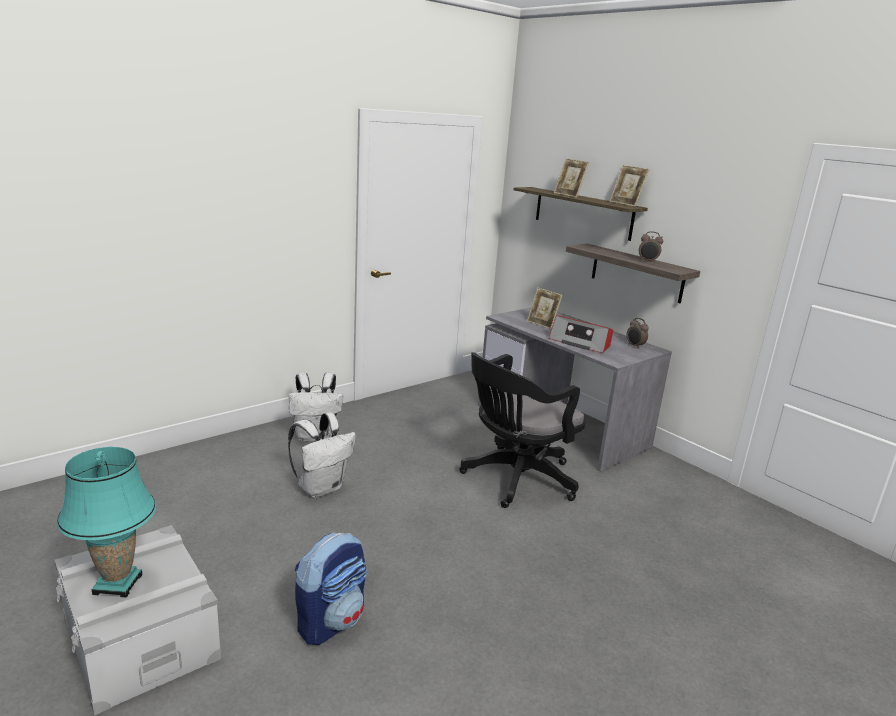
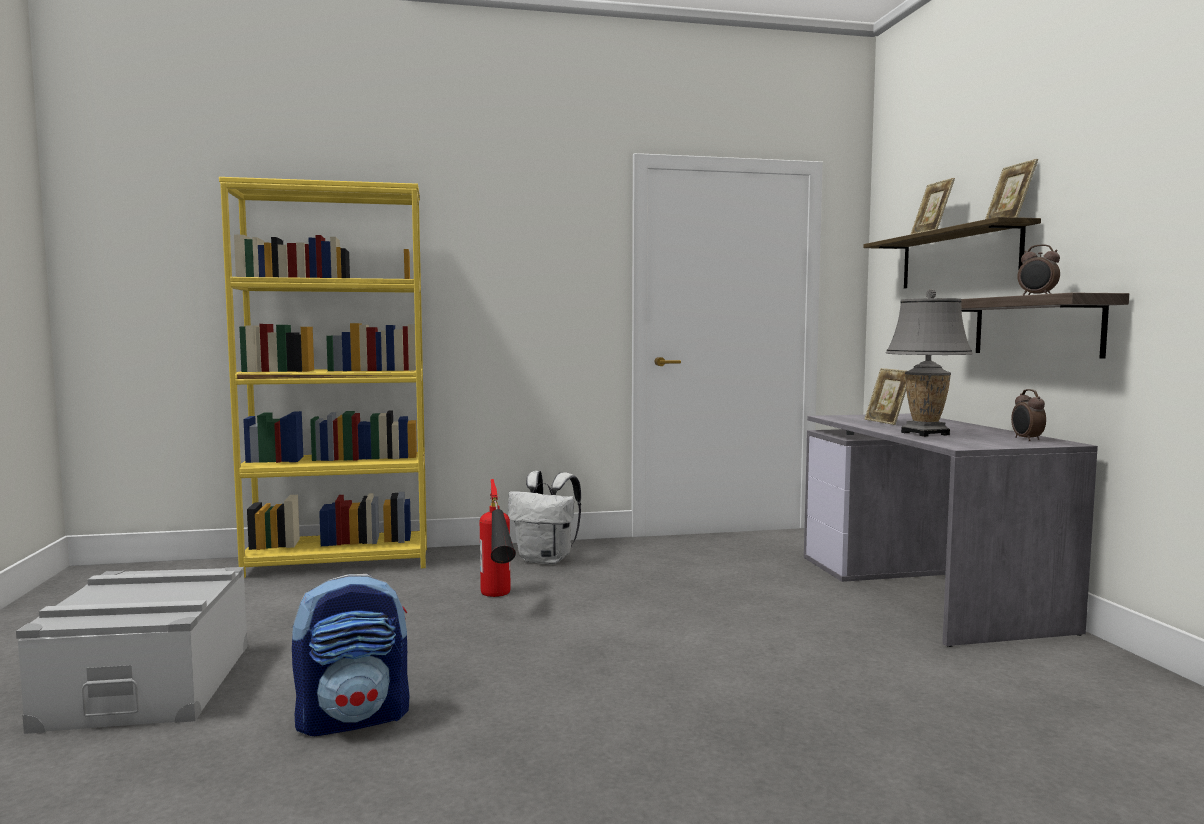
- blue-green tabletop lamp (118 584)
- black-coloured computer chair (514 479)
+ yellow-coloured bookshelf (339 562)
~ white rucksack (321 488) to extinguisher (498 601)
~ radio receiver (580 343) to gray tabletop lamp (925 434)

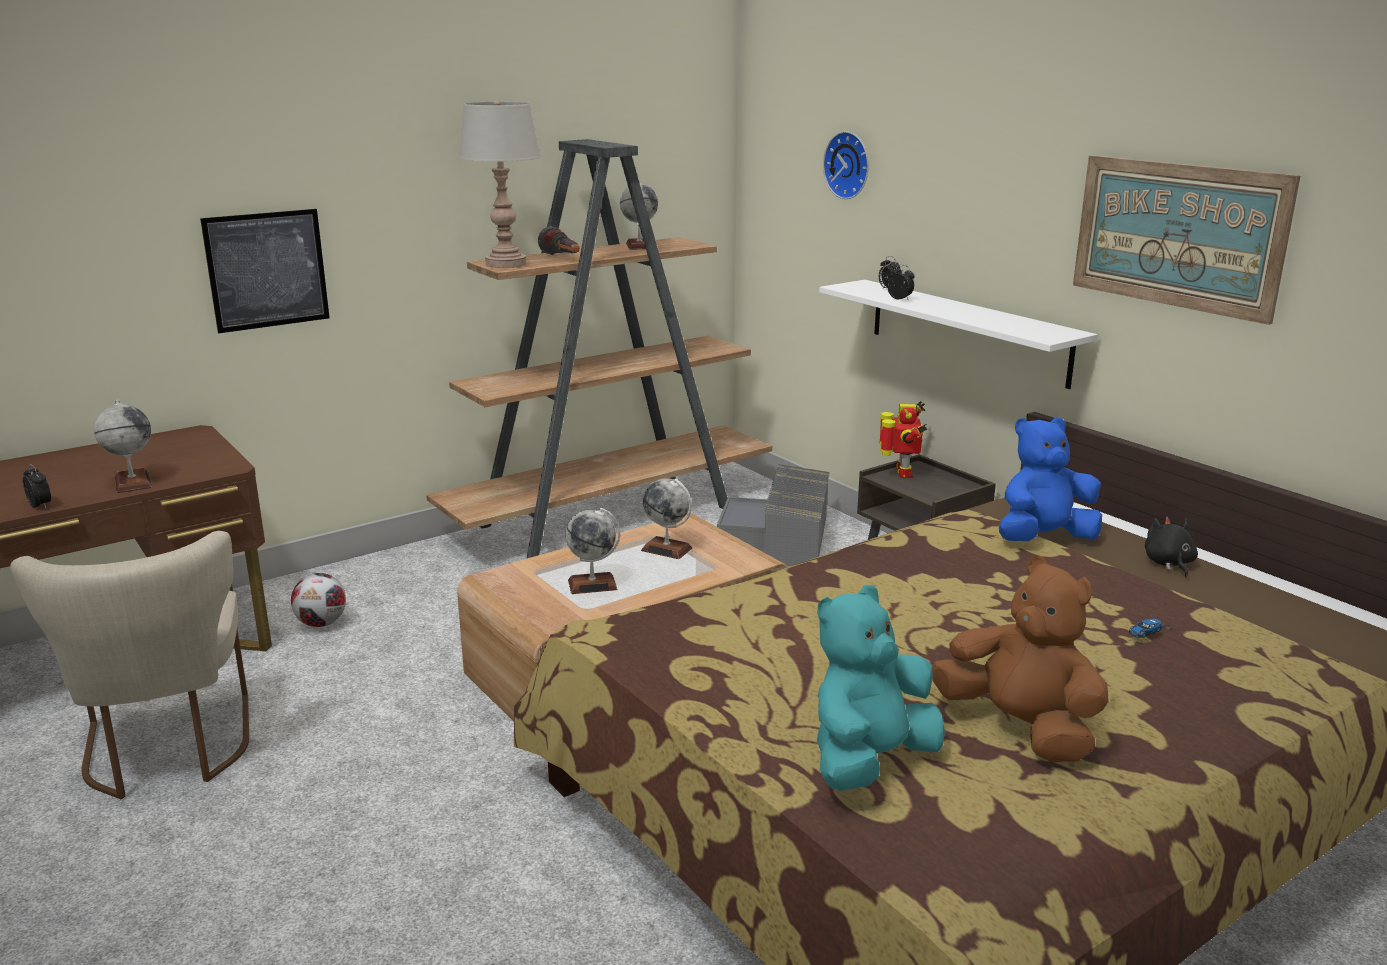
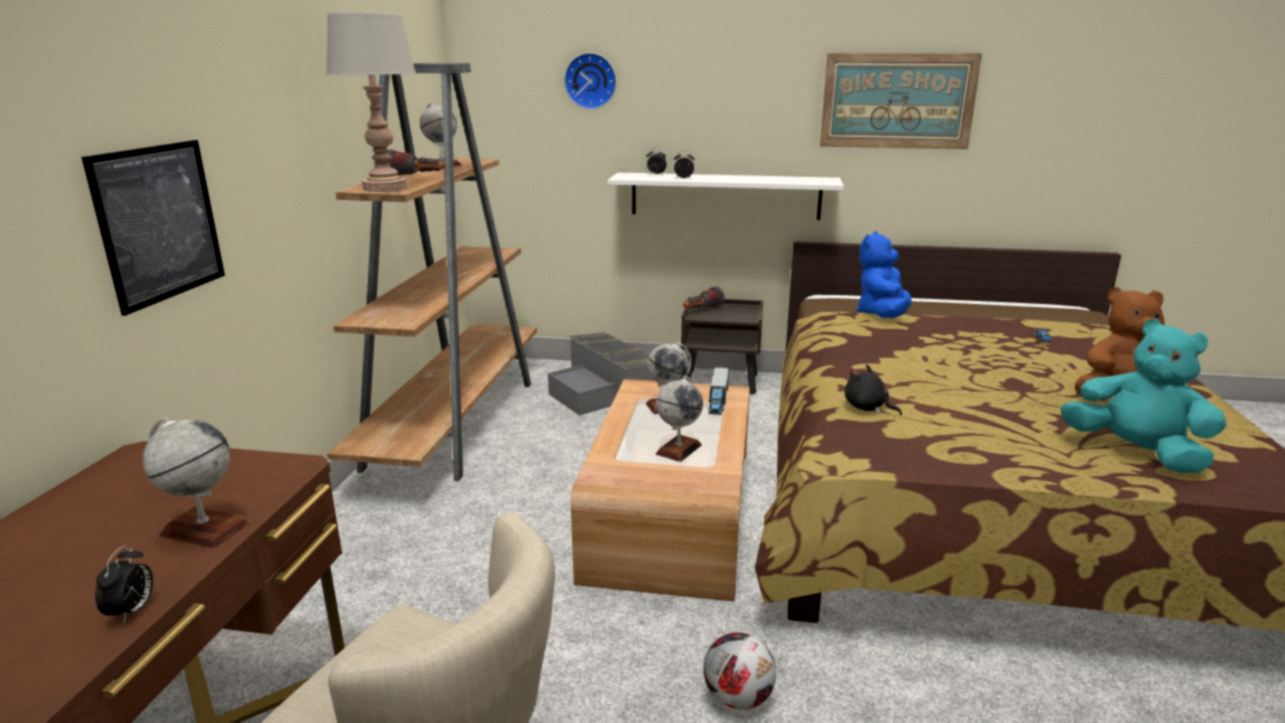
+ model truck (718 400)
~ football ball (322 623) to (738 697)
~ black-coloured plush toy (1168 564) to (867 408)
~ toy robot (902 473) to torch (701 311)
~ table clock (41 506) = (132 611) 90 degrees clockwise
~ blue-green plush toy (869 761) = (1135 452) 135 degrees clockwise

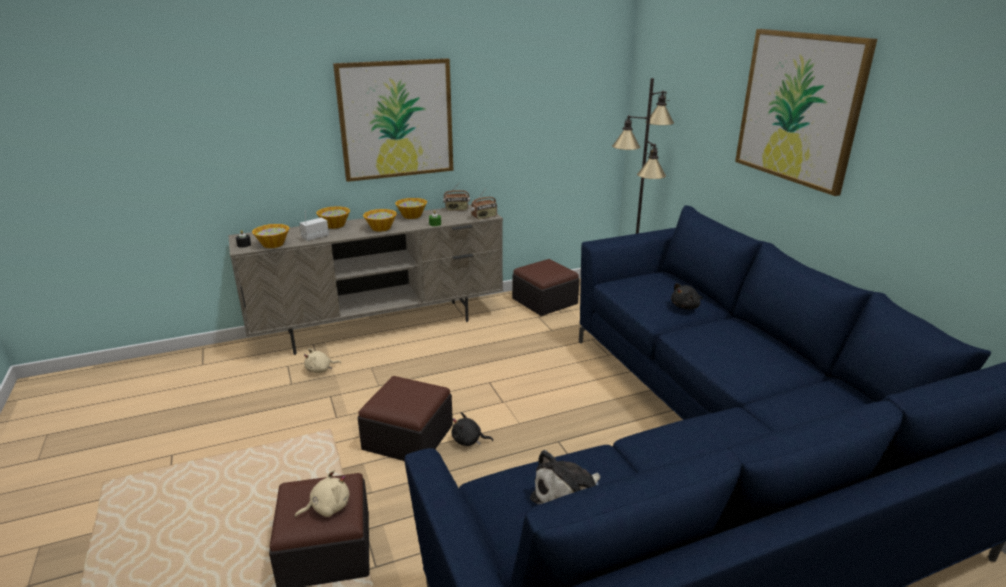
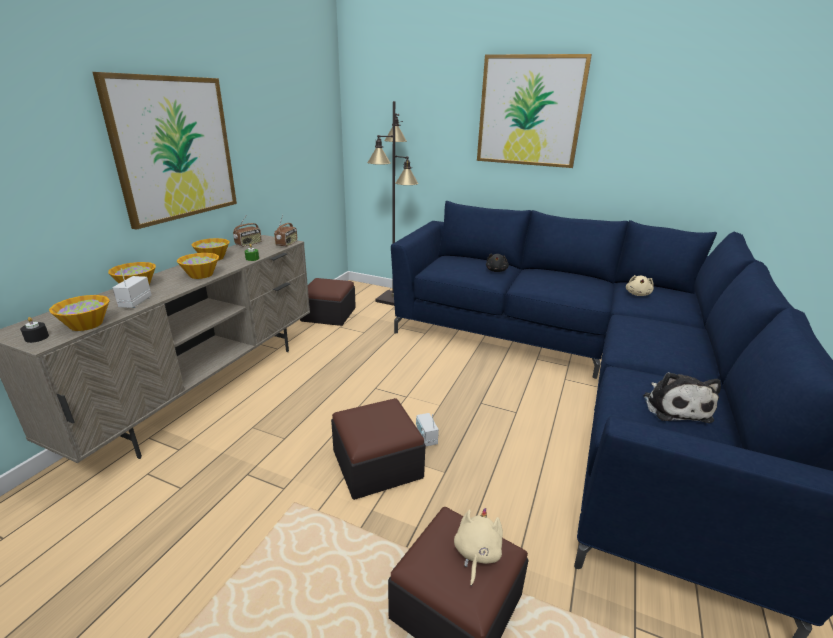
~ sand-coloured plush toy (320 370) to (638 294)
~ black-coloured plush toy (468 441) to radio receiver (426 437)

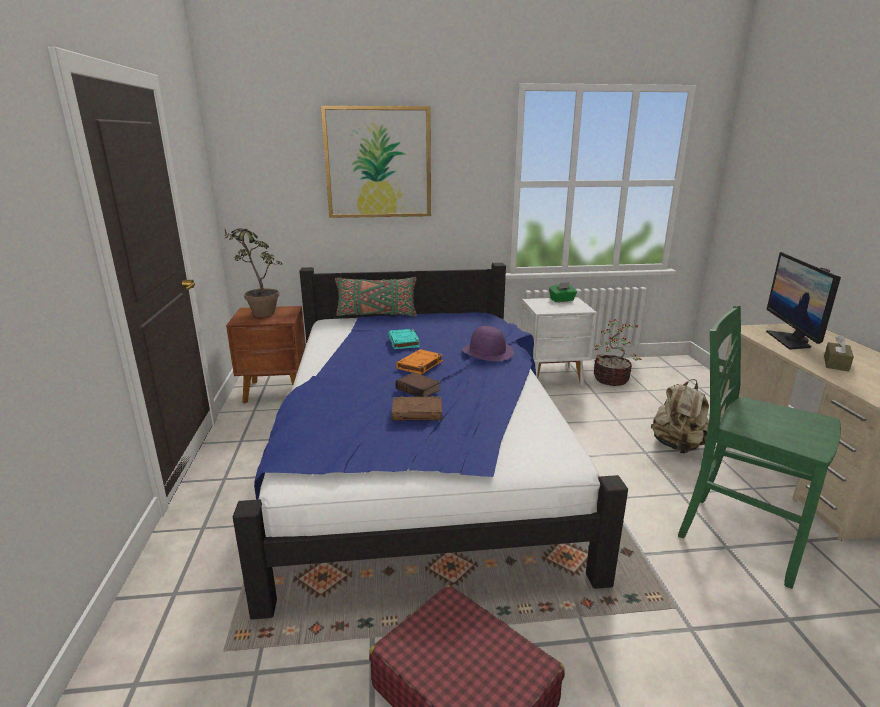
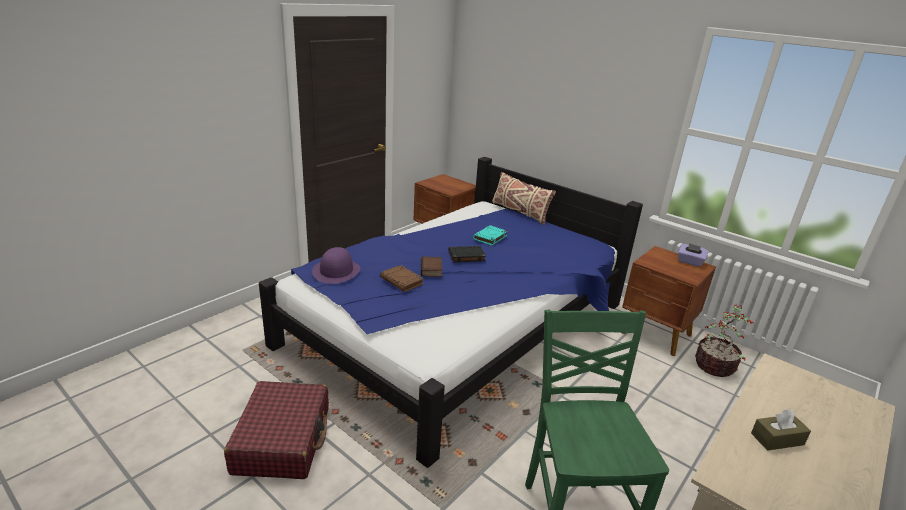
- plant in a pot (259 312)
- wall picture (378 163)
- sand-coloured rucksack (677 446)
- computer screen (791 340)
~ purple-coloured clothing hat (488 351) to (336 271)
~ greenish throw pillow (376 314) to sand-coloured throw pillow (519 212)
~ orangey volume (419 365) to black-coloured volume (466 256)
~ white bedside table (552 378) to brown-coloured bedside table (656 335)
~ greenish tissue box (562 300) to purple-coloured tissue box (690 262)

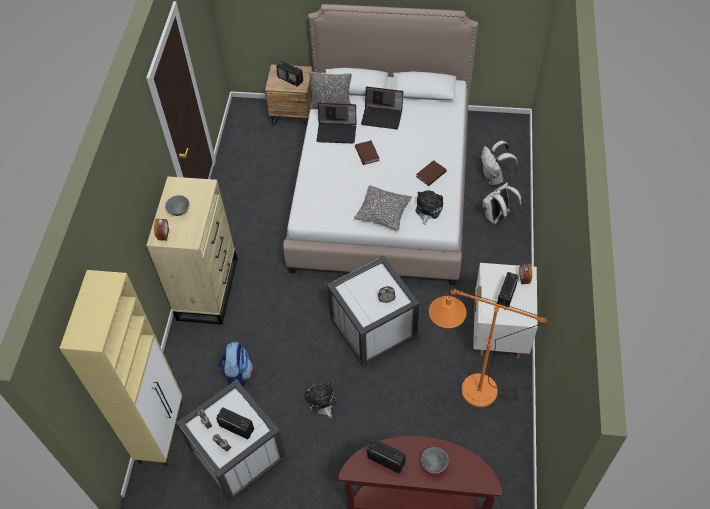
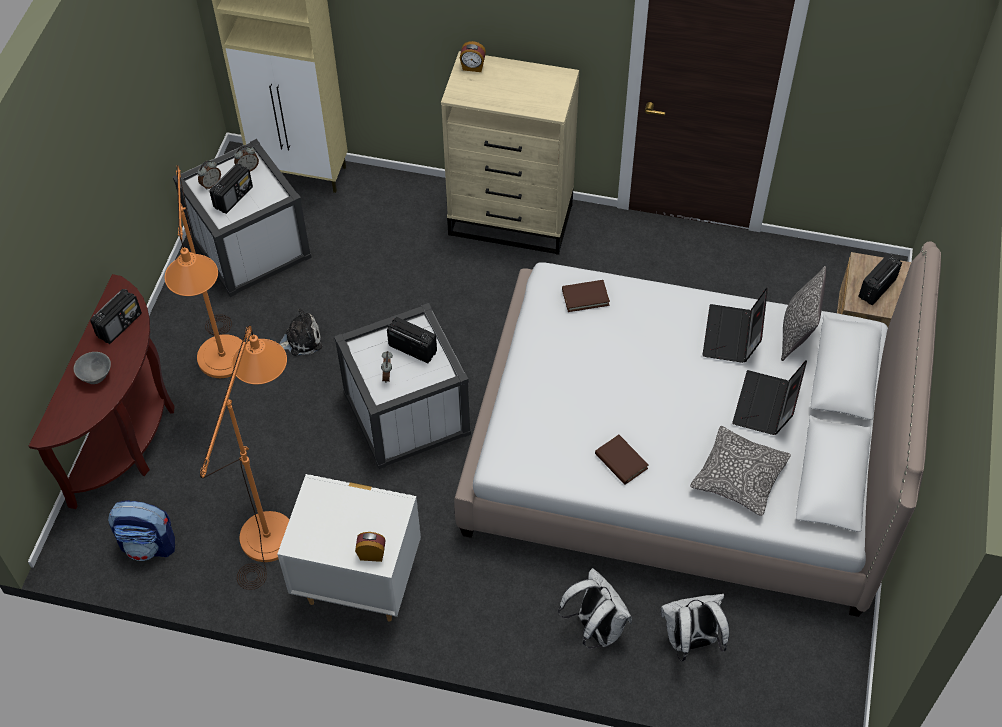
- gray bowl (179 211)
- plush toy (428 209)
+ orangey standing lamp (224 369)
~ rucksack (237 374) to (149 544)
~ throw pillow (383 212) to (739 477)
~ brown-coloured volume (367 154) to (585 297)
~ radio receiver (506 296) to (412 348)

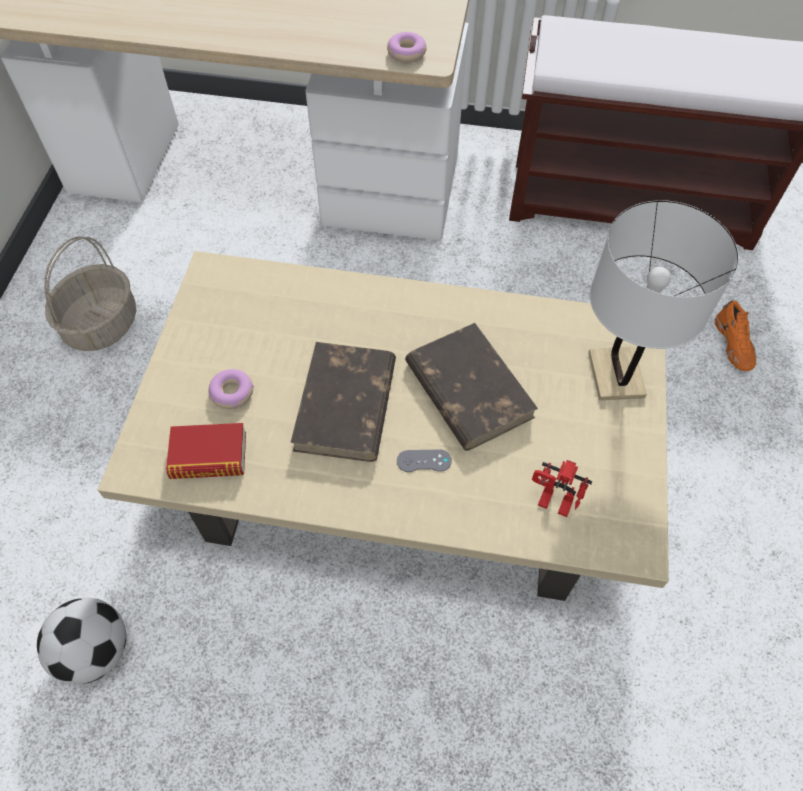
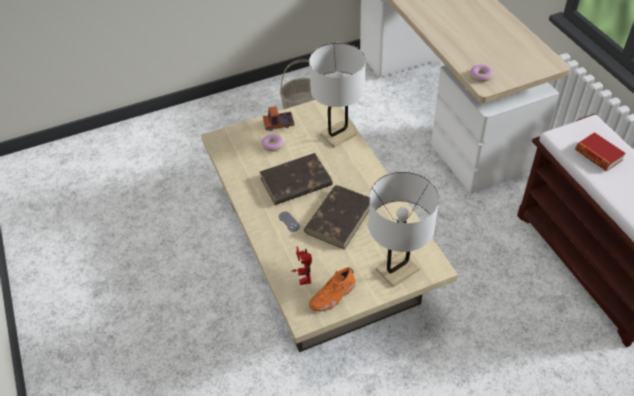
- football ball (95 650)
+ model truck (278 124)
+ white tabletop lamp (338 135)
~ volume (209 456) to (598 155)
~ orangey item of footwear (734 344) to (333 296)

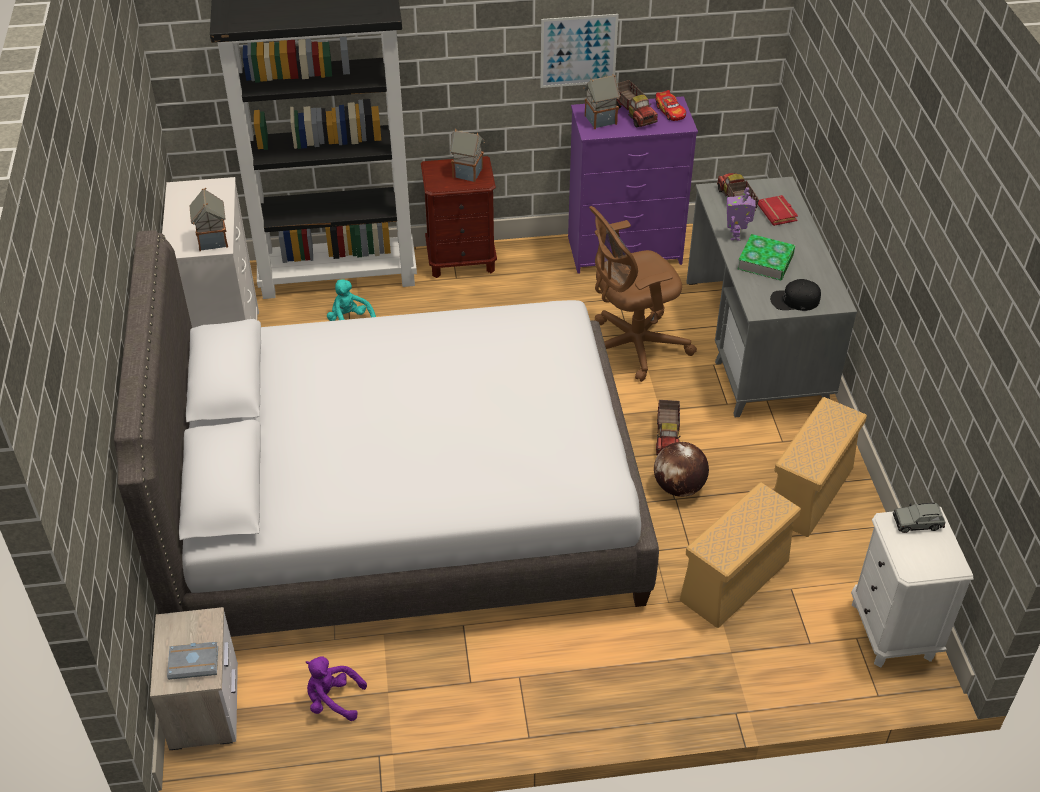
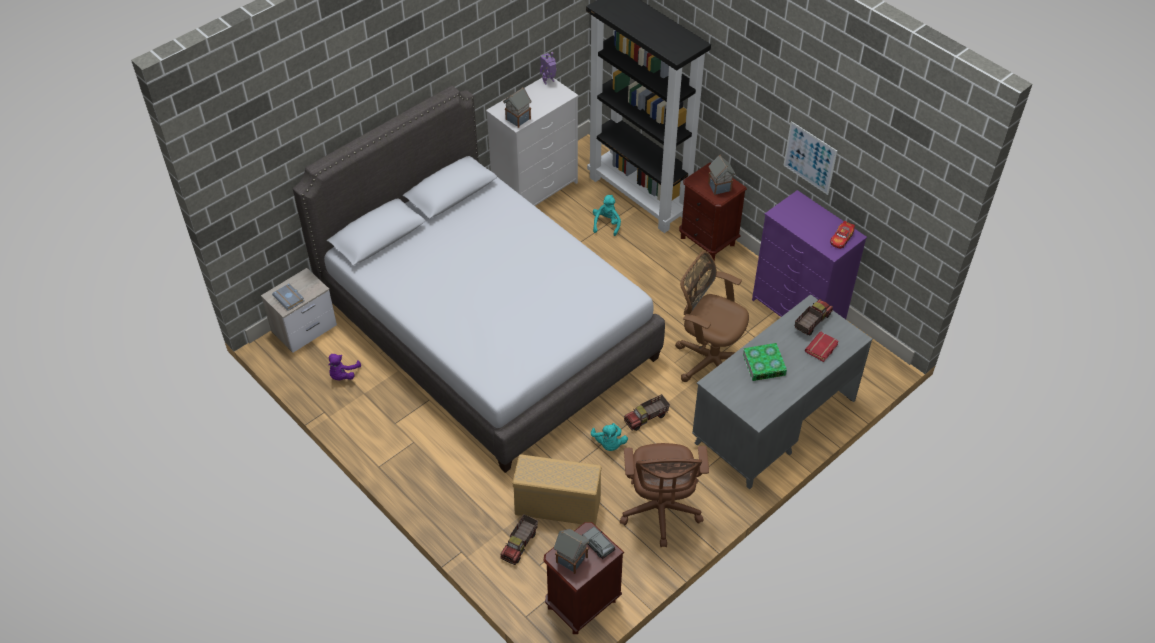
- black-coloured peaked cap (795 300)
~ model house (599 120) to (571 559)
~ model truck (634 113) to (520 545)
~ toy robot (736 235) to (549 81)
~ world globe (679 488) to blue-green plush toy (609 444)
~ sand-coloured storage container (809 494) to brown-coloured computer chair (660 512)
~ white bedside table (892 631) to brown-coloured bedside table (582 604)
~ purple-coloured plush toy (333 700) = (343 375) 135 degrees counterclockwise

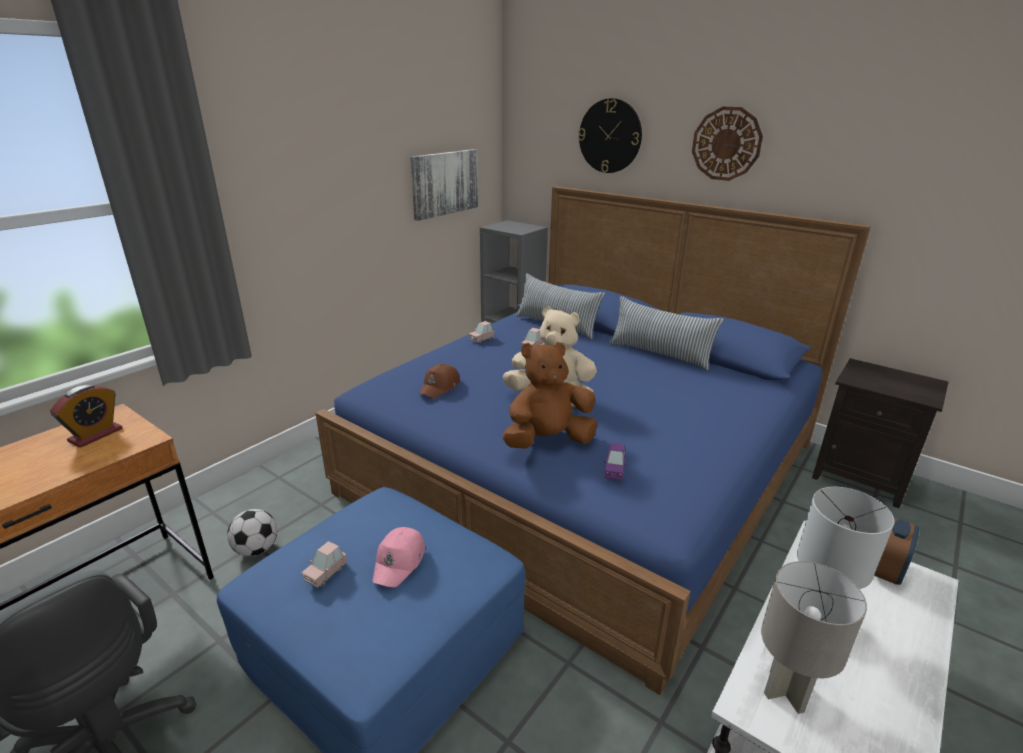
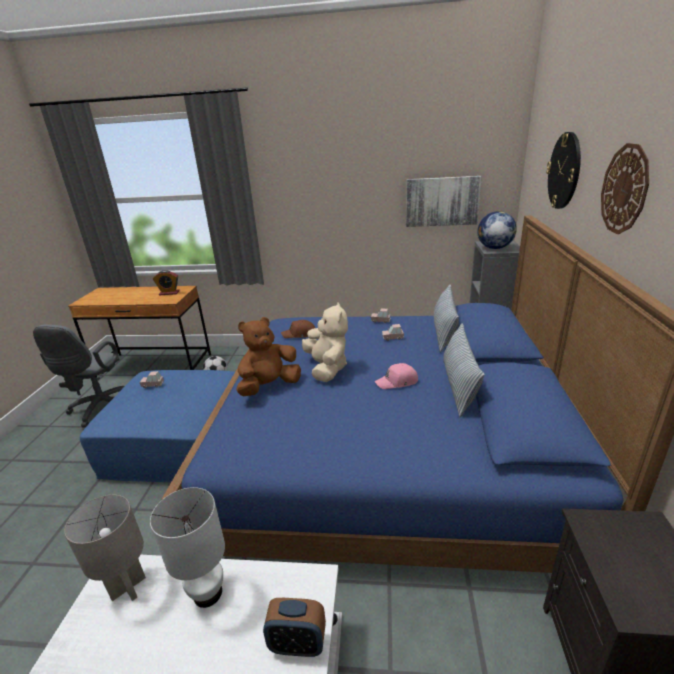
- purple-coloured miniature car (614 471)
+ world globe (494 248)
~ pinkish peaked cap (399 562) to (397 382)
~ brown-coloured plush toy (548 441) = (269 386) 75 degrees counterclockwise

